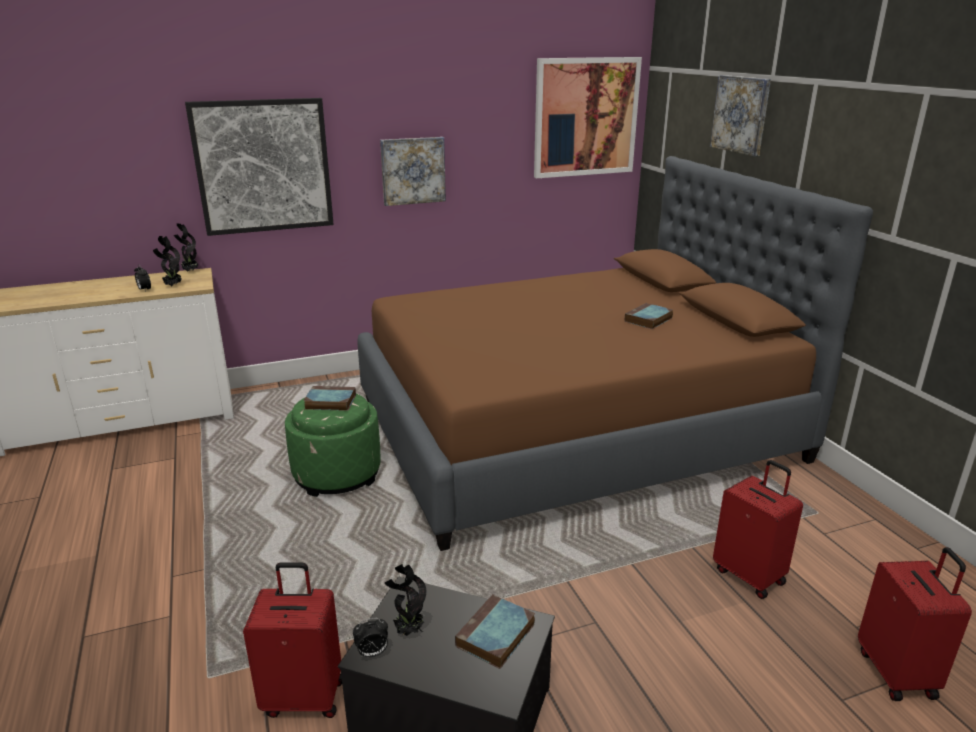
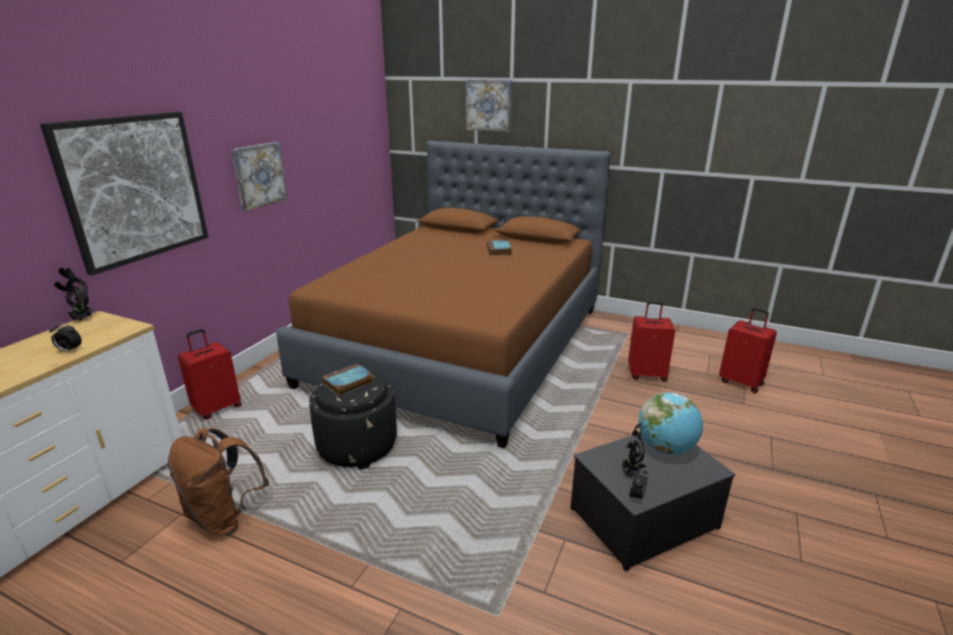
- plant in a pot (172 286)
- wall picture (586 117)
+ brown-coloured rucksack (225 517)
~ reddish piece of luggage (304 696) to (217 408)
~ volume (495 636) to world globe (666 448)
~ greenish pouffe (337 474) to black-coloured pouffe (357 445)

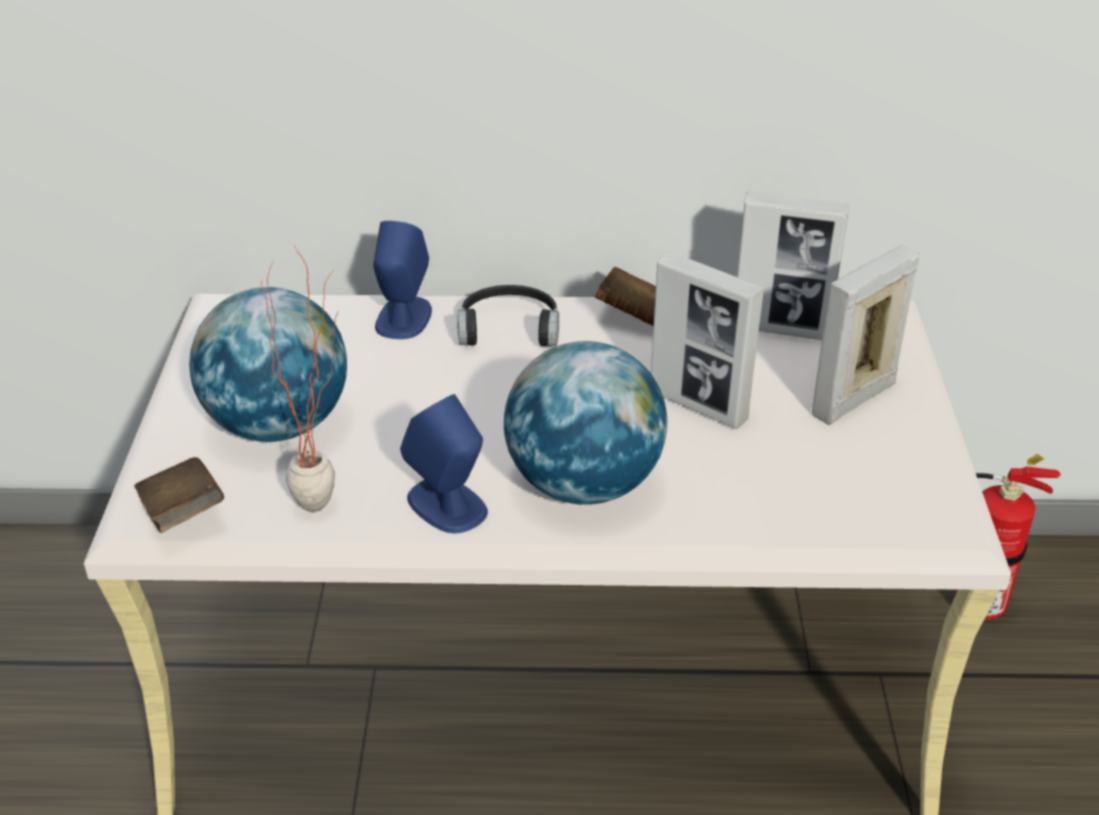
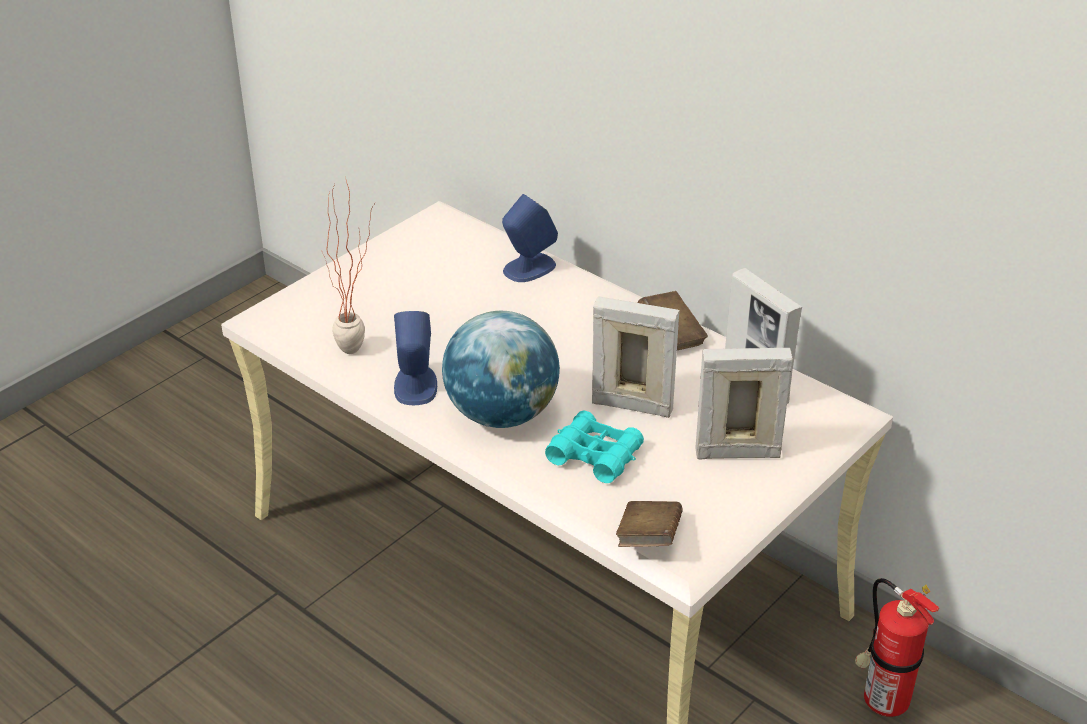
- world globe (278 425)
- black-coloured headphones (509 327)
+ blue-green field glasses (594 455)
~ brown-coloured volume (183 513) to (648 539)
~ picture frame (698 406) = (632 406) 120 degrees clockwise

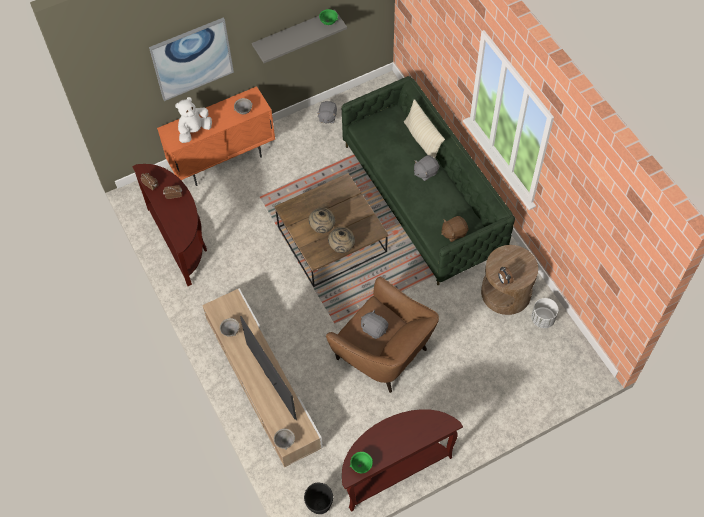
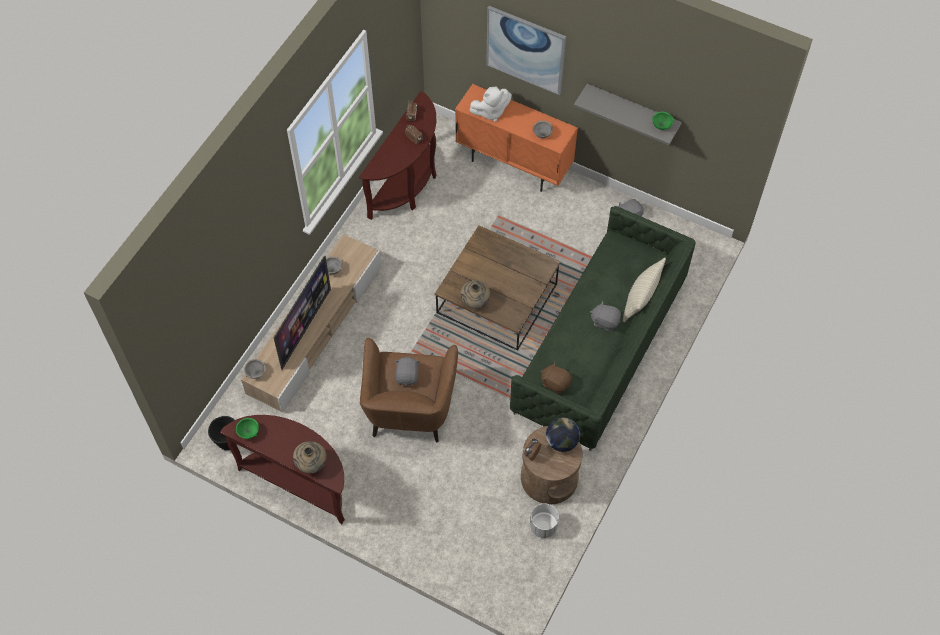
+ world globe (562 441)
~ sand-coloured vase (322 227) to (311 464)
~ white plush toy (194 131) = (490 112) 150 degrees clockwise

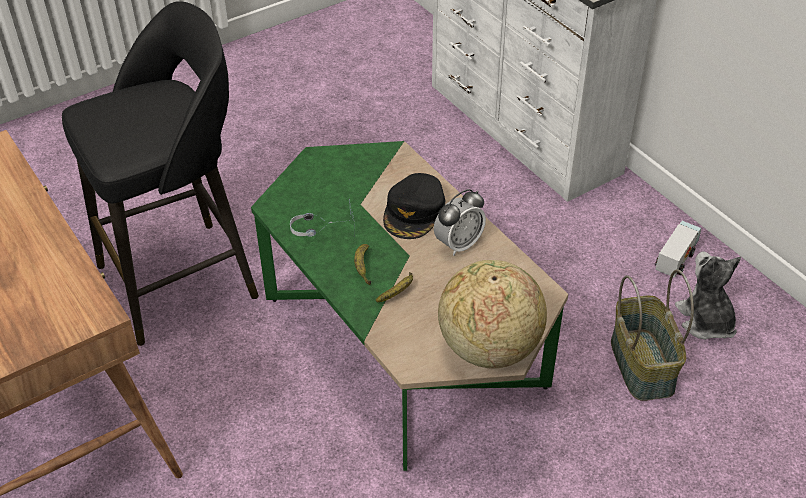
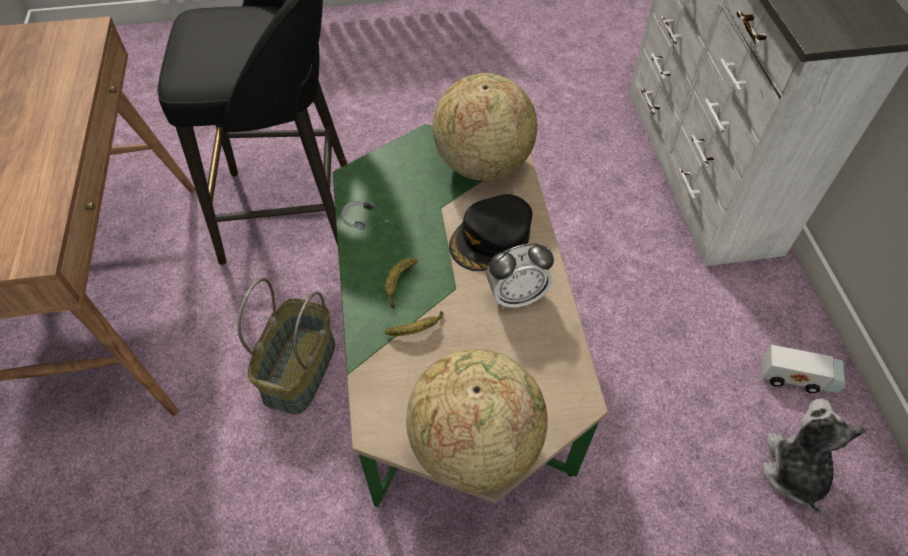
+ world globe (482 164)
~ storage basket (643 365) to (301 371)
~ model truck (676 257) = (797 377) 45 degrees clockwise

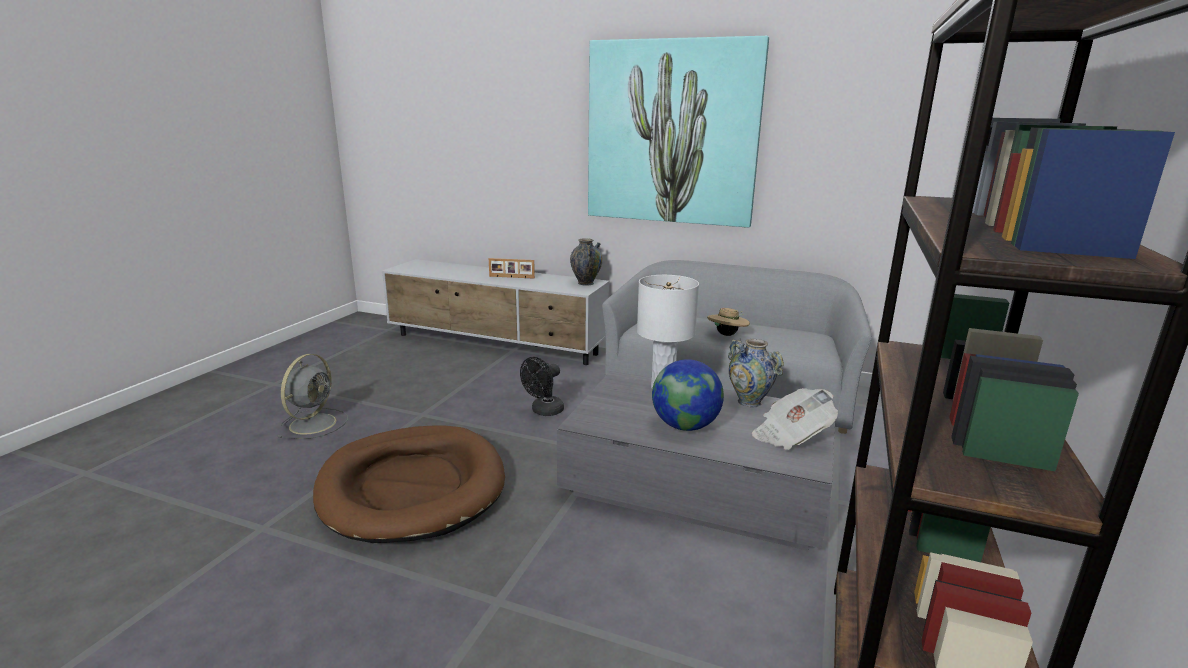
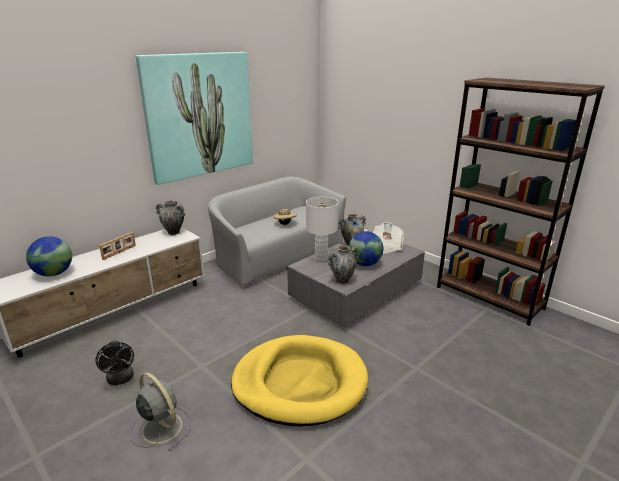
+ world globe (54 273)
+ vase (342 280)
~ black-coloured cooling fan (544 411) to (121 379)
~ brown-coloured pet bed (412 487) to yellow-coloured pet bed (299 383)

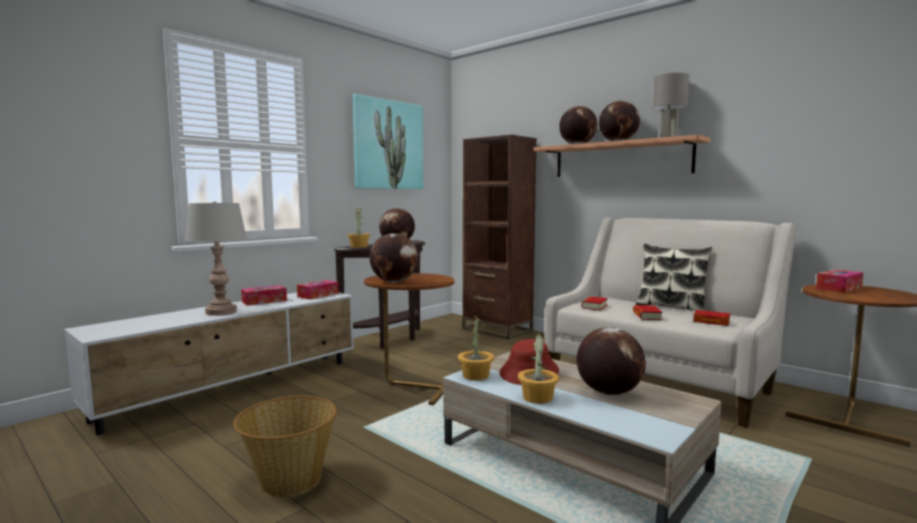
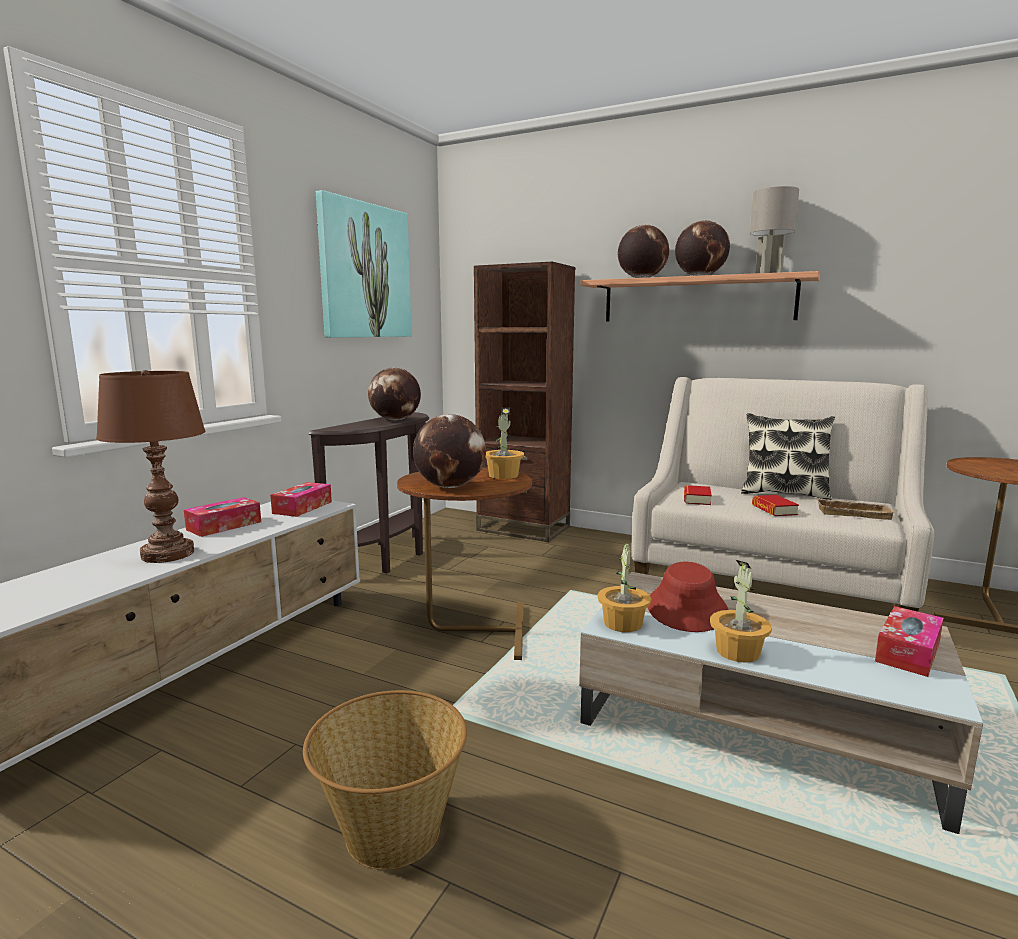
- world globe (608 392)
~ plant in a pot (359 246) to (503 475)
~ tissue box (838 288) to (908 652)
~ volume (711 322) to sand-coloured carrying tray (853 513)
~ gray tabletop lamp (221 312) to brown-coloured tabletop lamp (167 554)

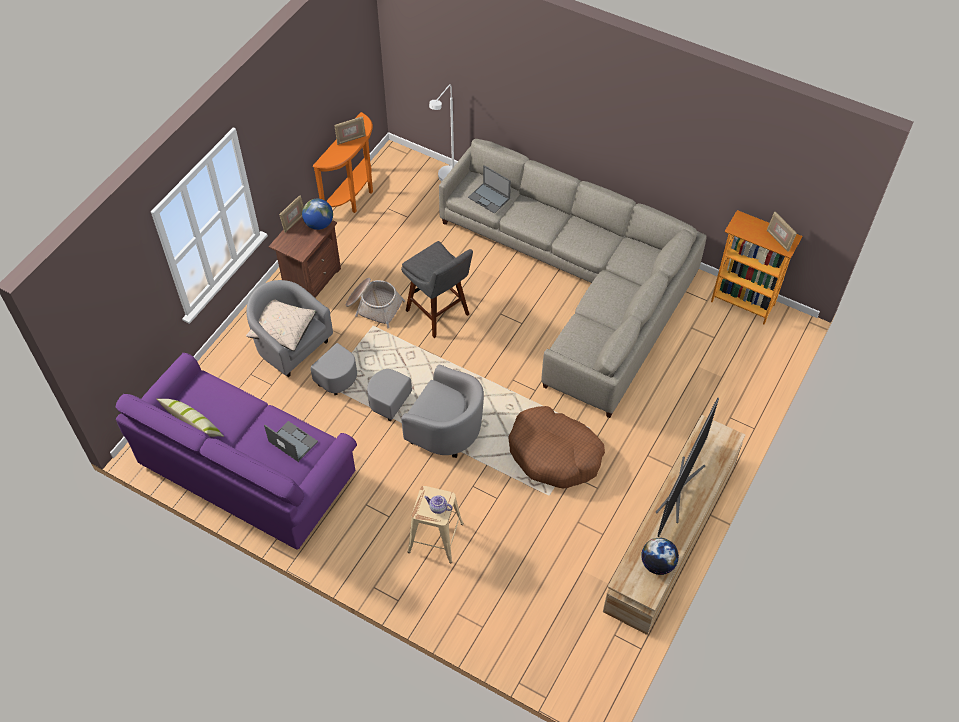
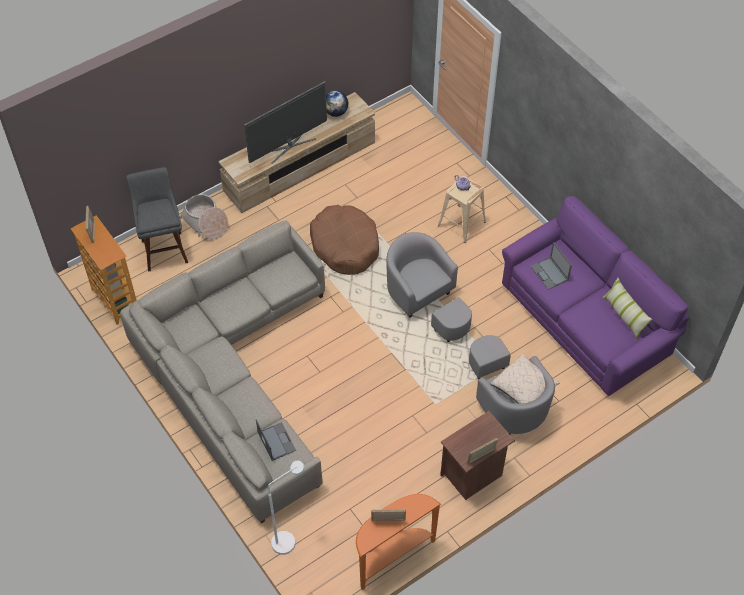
- world globe (319 224)
~ storage basket (374 306) to (206 223)
~ gray sitting stool (439 314) to (164 249)

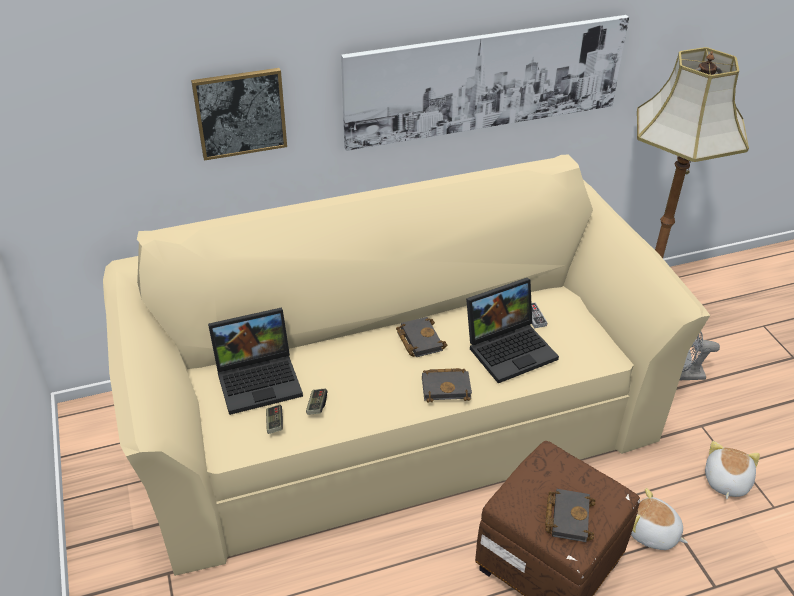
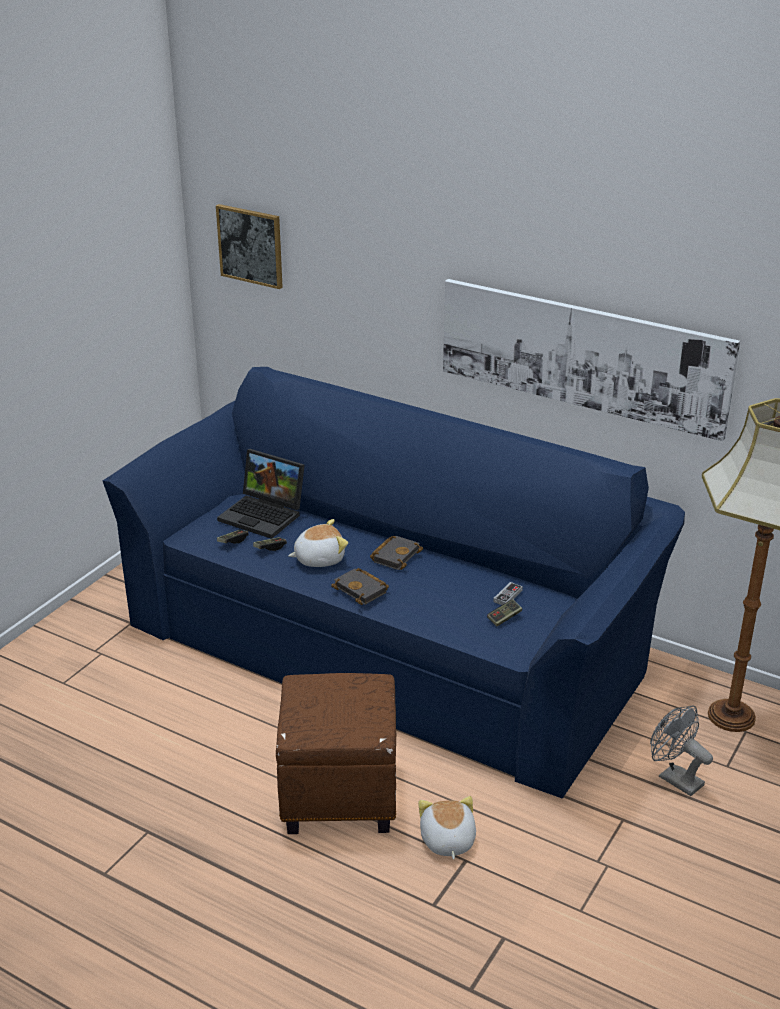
- laptop (510 348)
- black-coloured volume (567 516)
+ gamepad (504 618)
~ wall picture (240 113) to (250 245)
~ plush toy (725 481) to (319 558)
~ sand-coloured settee (394 413) to blue settee (392 639)

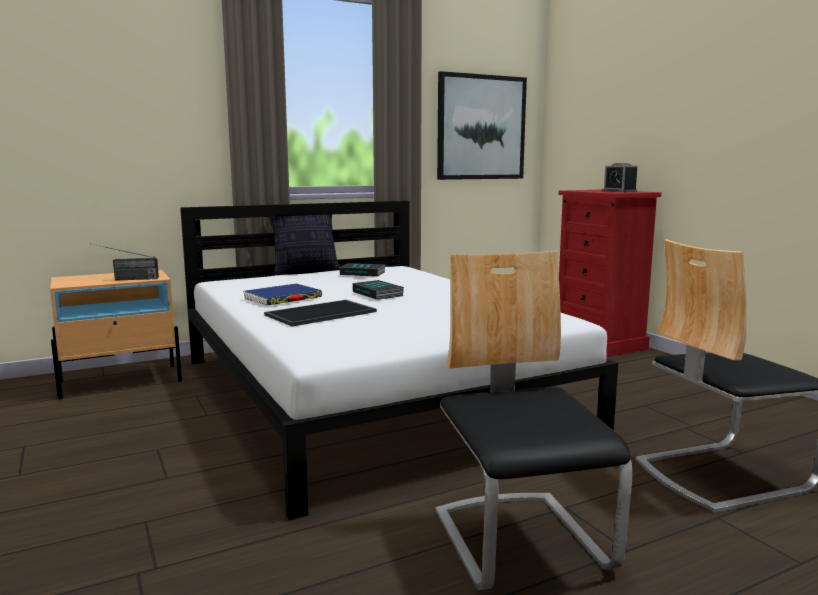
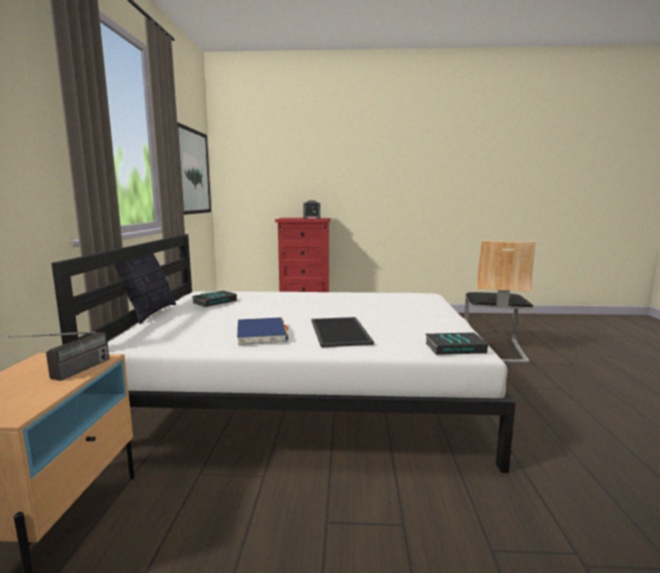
- chair (521 540)
~ volume (379 294) to (455 347)

